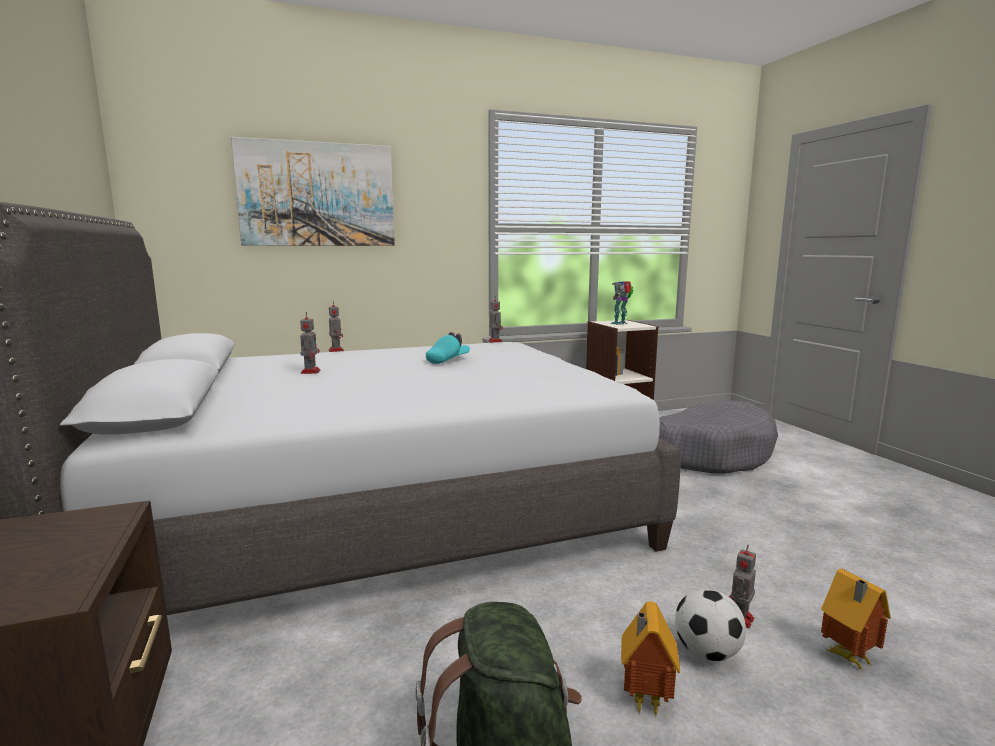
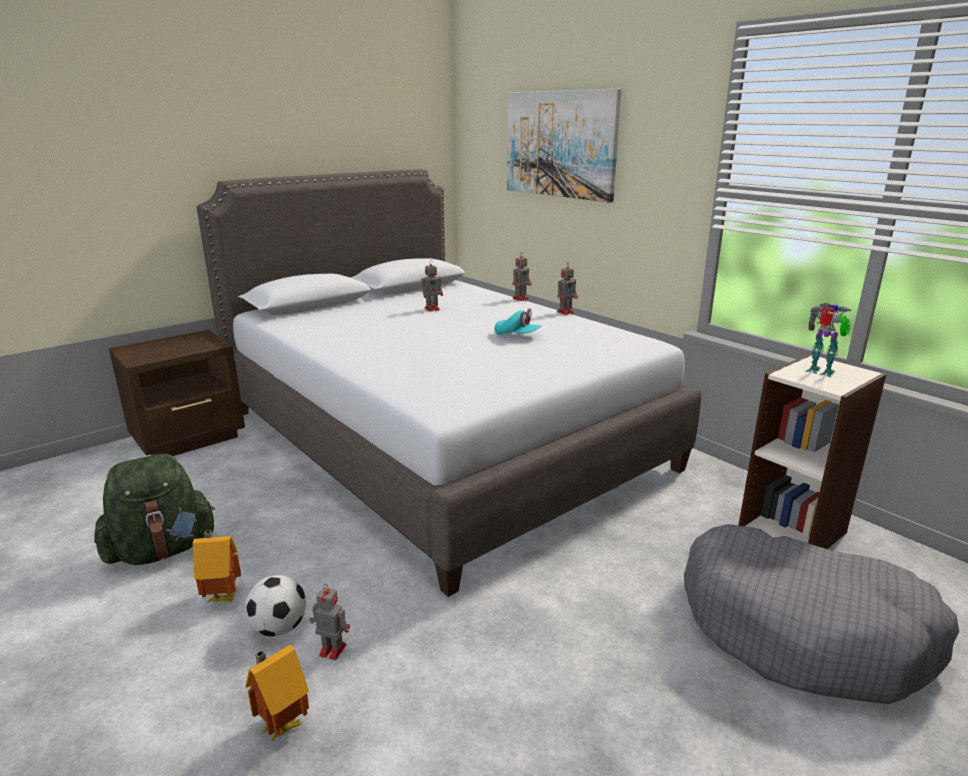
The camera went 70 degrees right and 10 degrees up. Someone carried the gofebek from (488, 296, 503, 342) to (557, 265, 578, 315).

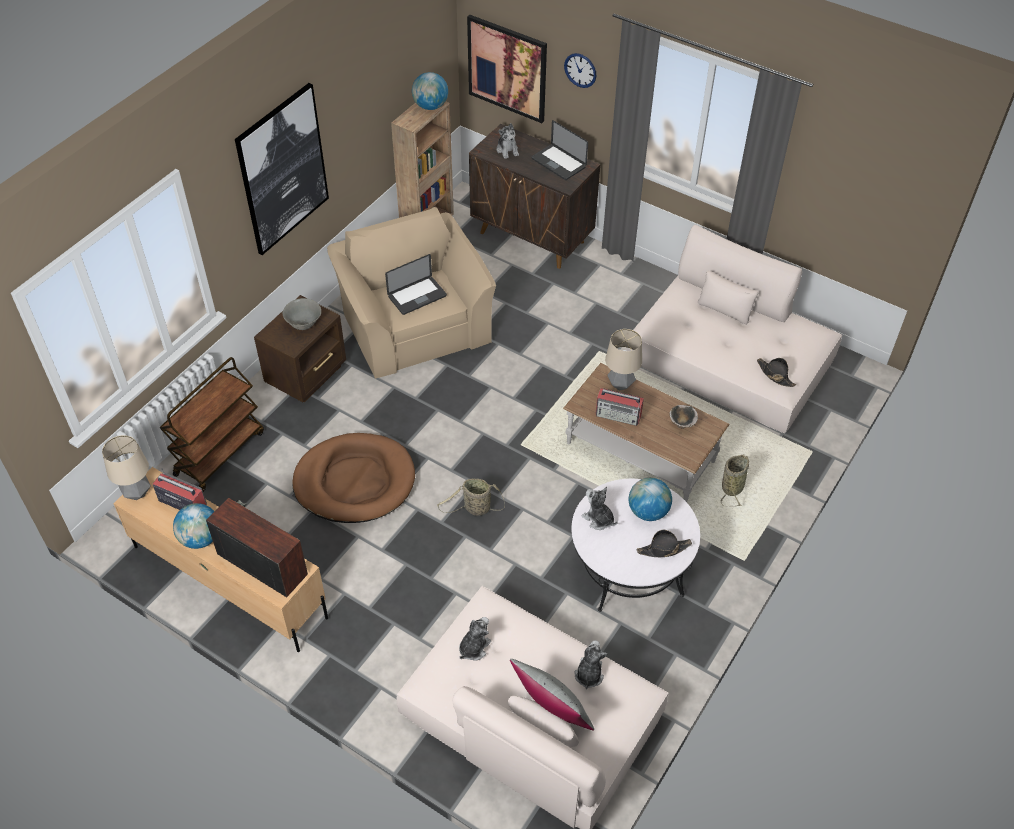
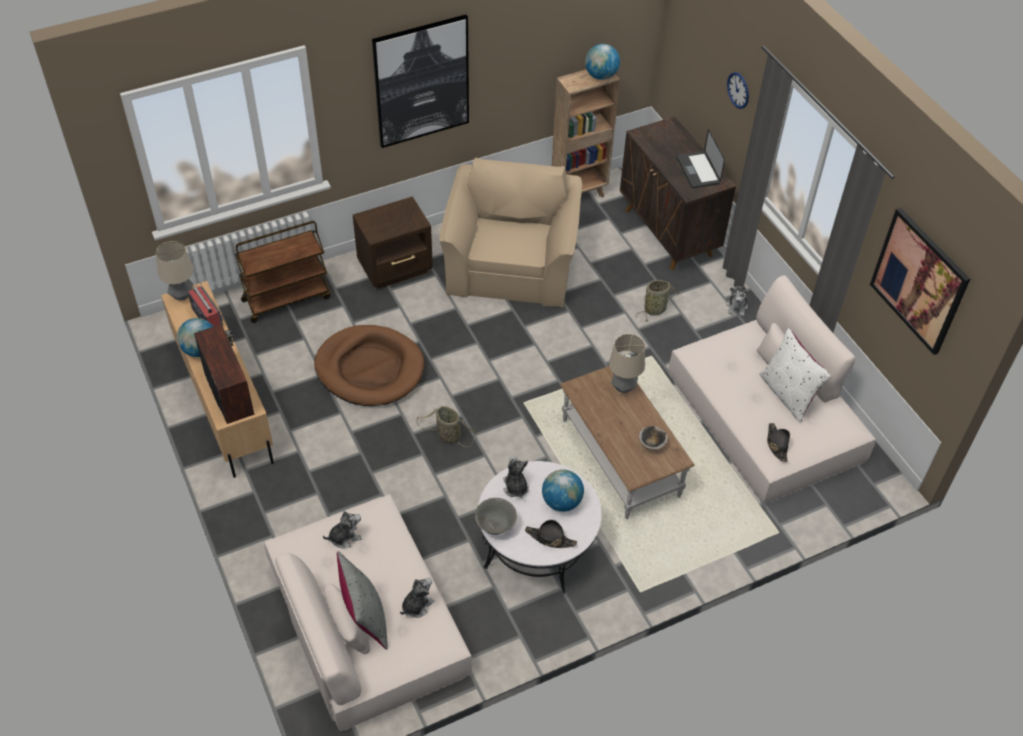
The camera went 30 degrees right and 0 degrees up. Someone carried the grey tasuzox from (283, 298, 321, 330) to (475, 498, 517, 535). Someone took away the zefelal at (385, 254, 447, 315). Someone carried the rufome from (467, 15, 547, 123) to (870, 208, 970, 355). Someone carried the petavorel from (497, 123, 519, 159) to (726, 286, 748, 316). Someone took away the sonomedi at (595, 388, 644, 426). Someone carried the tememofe from (721, 455, 749, 507) to (636, 280, 682, 322). Someone put down the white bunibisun at (759, 328, 832, 423).

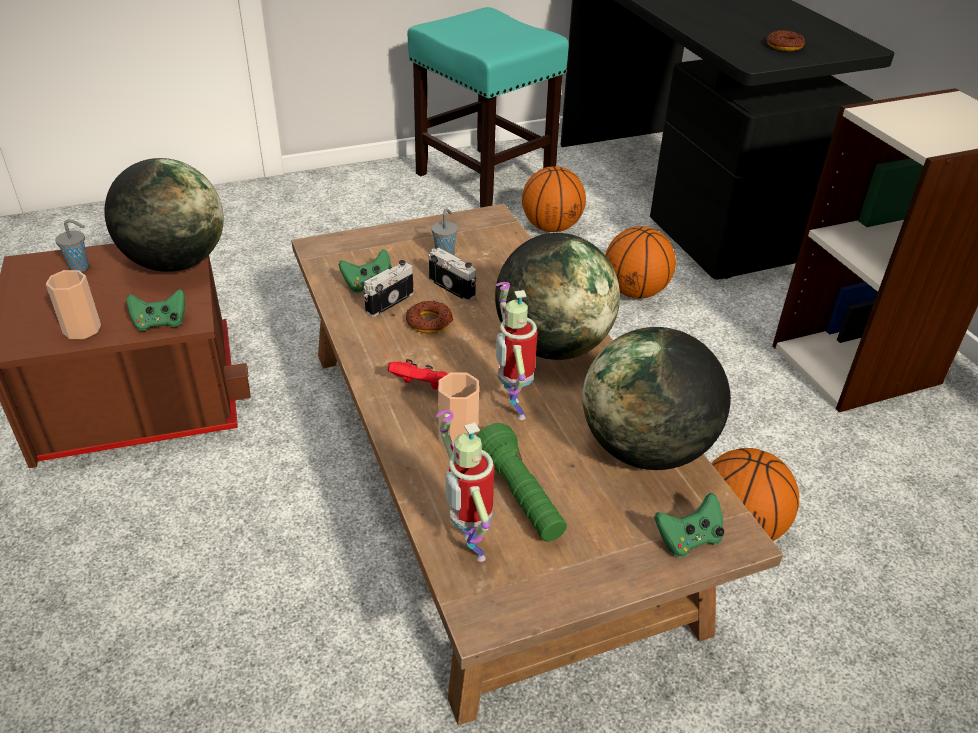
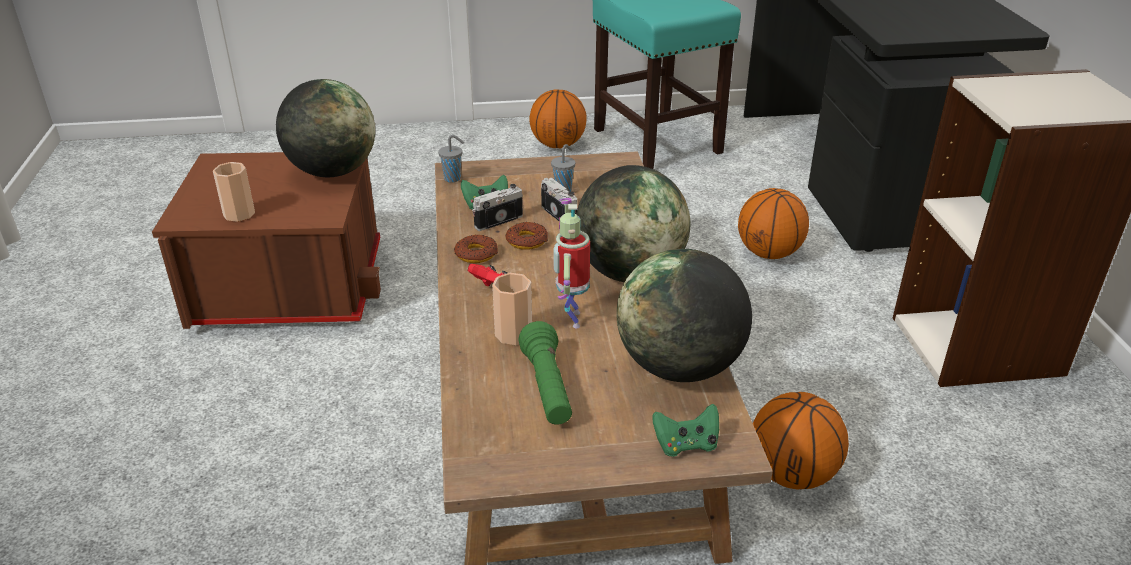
The camera went 15 degrees right and 5 degrees down. Someone carried the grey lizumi from (55, 219, 89, 272) to (438, 135, 464, 183). Someone took away the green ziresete at (127, 289, 185, 331). Someone took away the gofebek at (436, 410, 494, 562). Someone carried the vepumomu from (522, 166, 586, 232) to (529, 89, 587, 148). Someone carried the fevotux from (766, 30, 806, 51) to (454, 234, 498, 263).

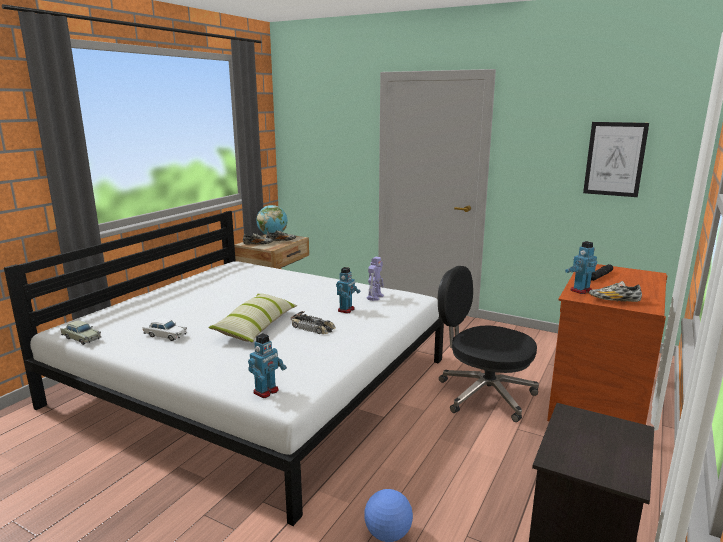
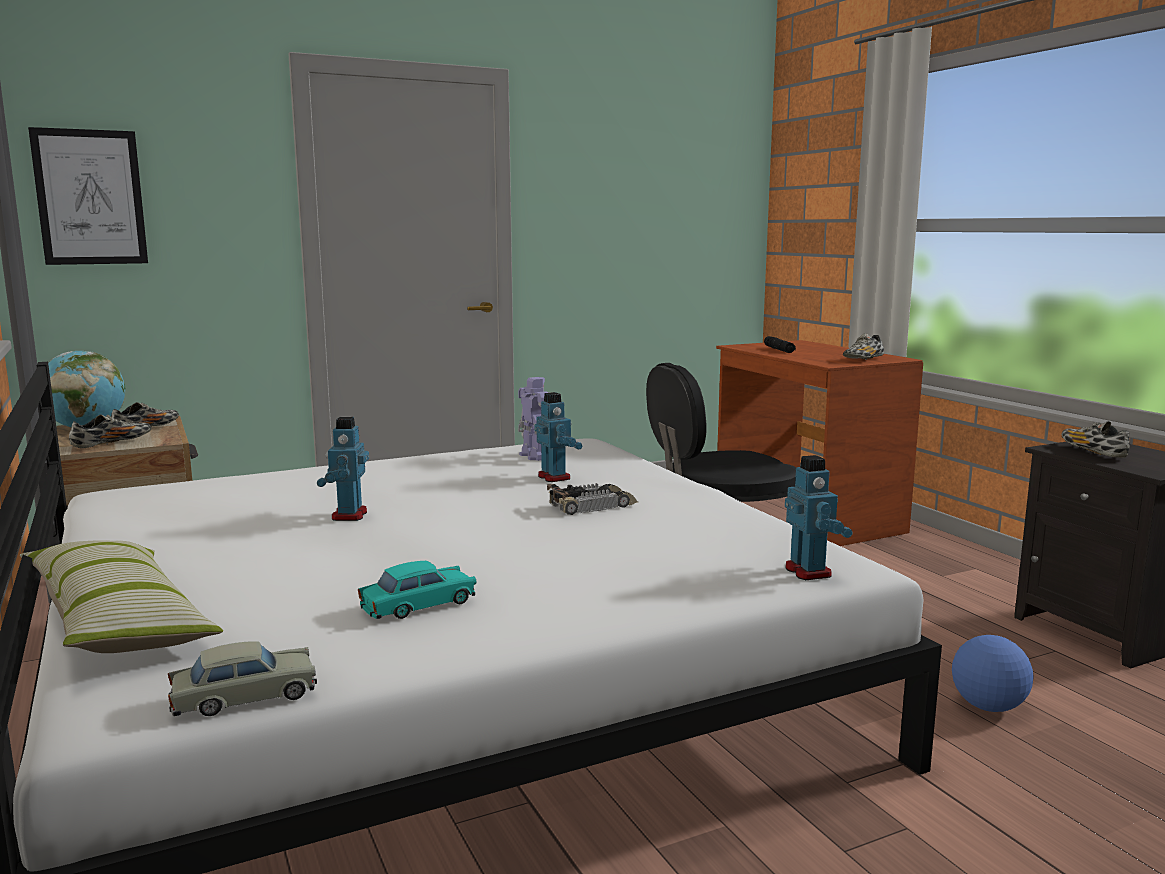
The camera went 55 degrees left and 5 degrees down. Someone repainted the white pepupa at (143, 318, 187, 341), which became the turquoise pepupa at (358, 561, 477, 619). Someone carried the bunibisun from (208, 293, 297, 342) to (20, 540, 223, 653). Someone carried the gofebek from (565, 241, 597, 294) to (317, 417, 369, 521). Someone carried the rufome from (583, 122, 649, 197) to (28, 127, 148, 265). Someone put down the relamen at (1061, 421, 1130, 458).

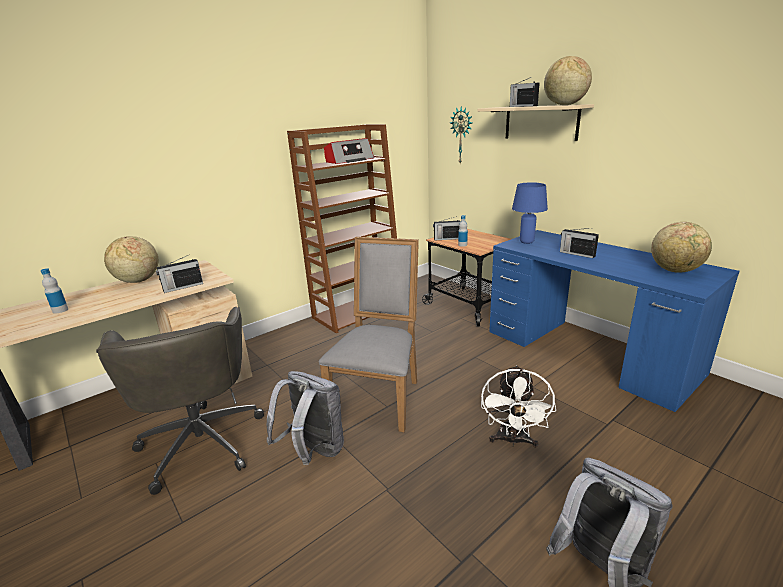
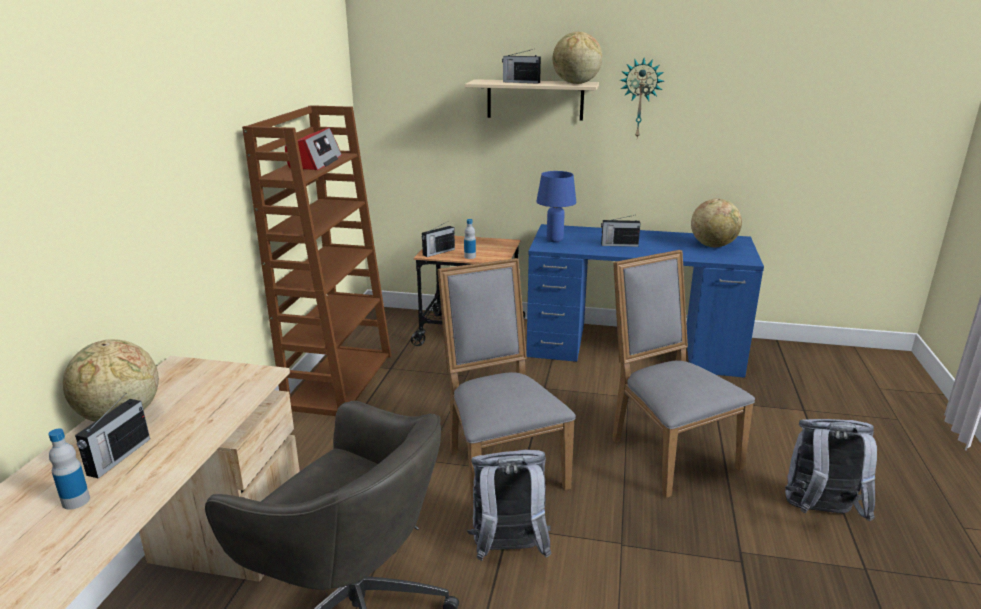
The camera went 40 degrees left and 0 degrees up. Someone carried the sonomedi from (156, 254, 203, 293) to (75, 398, 150, 478). Someone carried the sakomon from (450, 107, 472, 163) to (620, 58, 664, 138). Someone swapped the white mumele at (481, 365, 556, 448) for the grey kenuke at (612, 250, 755, 498).

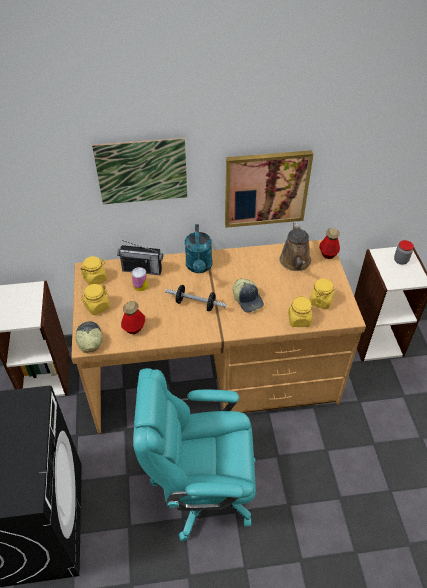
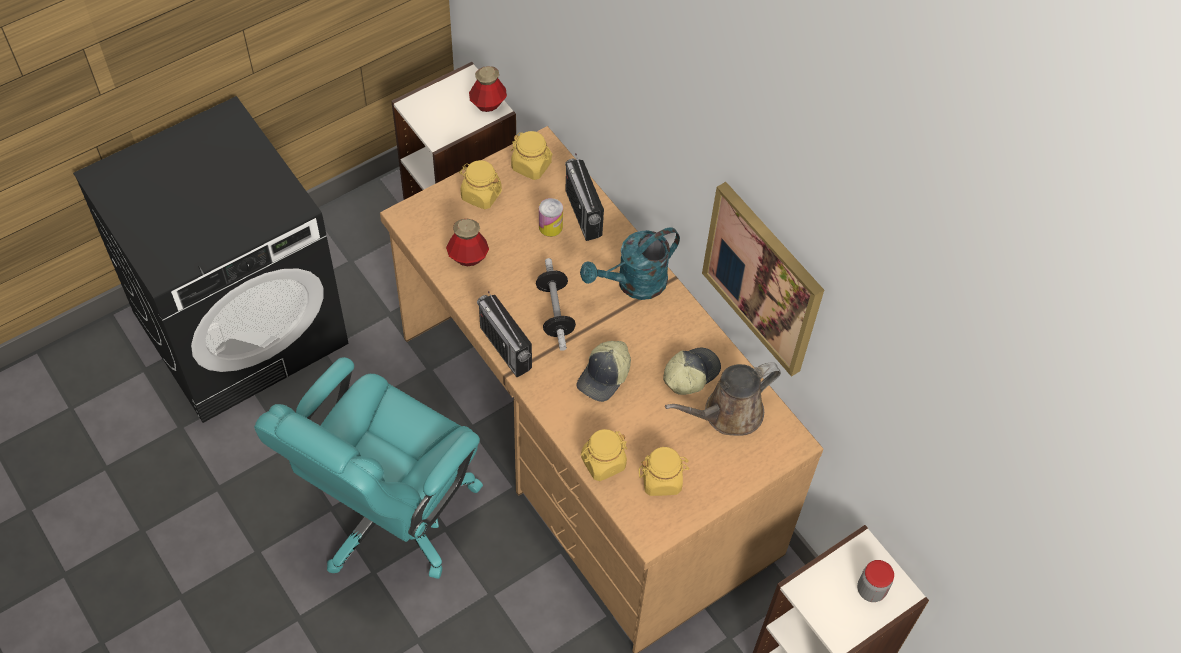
The camera went 60 degrees right and 10 degrees up. Someone carried the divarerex from (76, 321, 103, 353) to (663, 348, 721, 395). Someone took away the rufome at (92, 138, 187, 204). Someone rotated the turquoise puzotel at (133, 368, 256, 541) by 120 degrees counterclockwise. Someone carried the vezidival from (319, 228, 340, 259) to (469, 66, 507, 112). Someone put down the sonomedi at (477, 291, 532, 377).

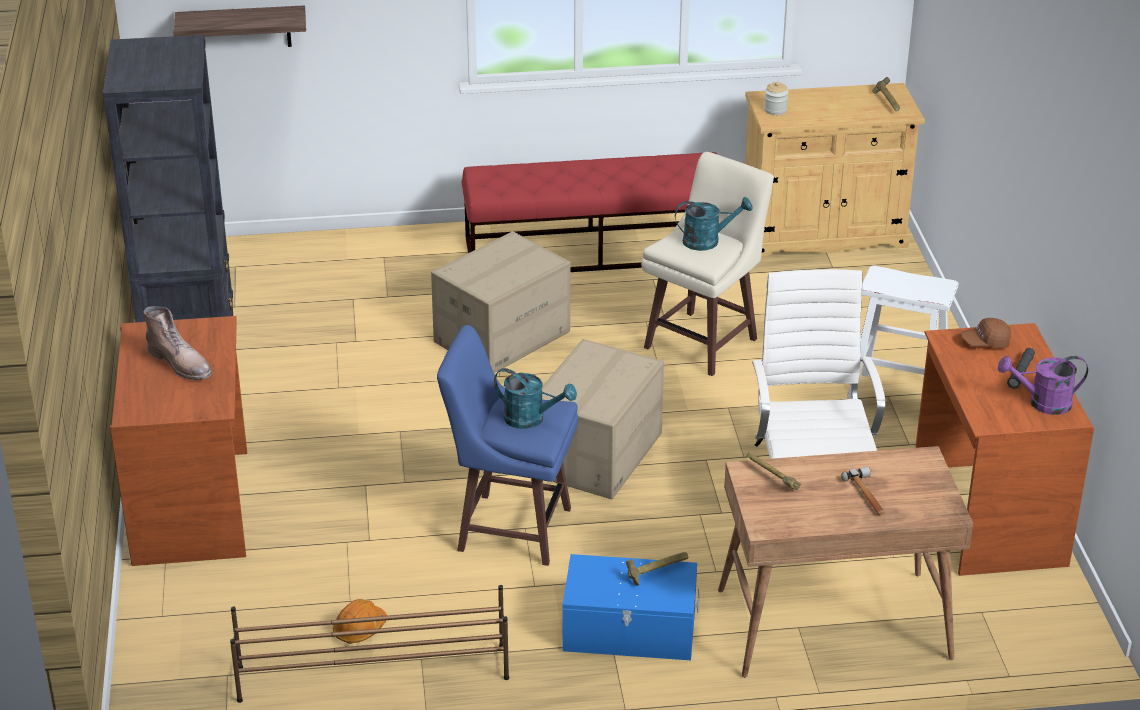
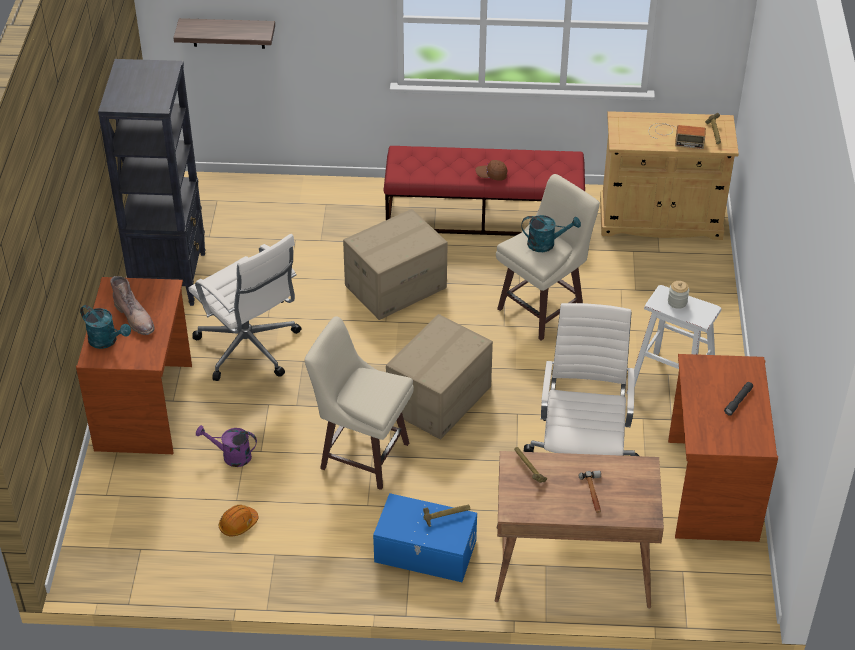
The camera went 10 degrees right and 10 degrees up. Someone took away the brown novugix at (230, 585, 509, 703). Someone repainted the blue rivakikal at (437, 325, 578, 566), which became the beige rivakikal at (304, 316, 414, 490). Someone carried the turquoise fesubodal from (494, 368, 577, 429) to (80, 305, 131, 349). Someone carried the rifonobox from (764, 81, 789, 115) to (668, 281, 689, 309). Someone carried the brown divarerex from (961, 318, 1011, 348) to (475, 160, 507, 181). Someone carried the purple fesubodal from (998, 356, 1088, 415) to (196, 425, 257, 467). Someone put down the white puzotel at (188, 234, 302, 381). Someone put down the sonomedi at (649, 123, 706, 149).

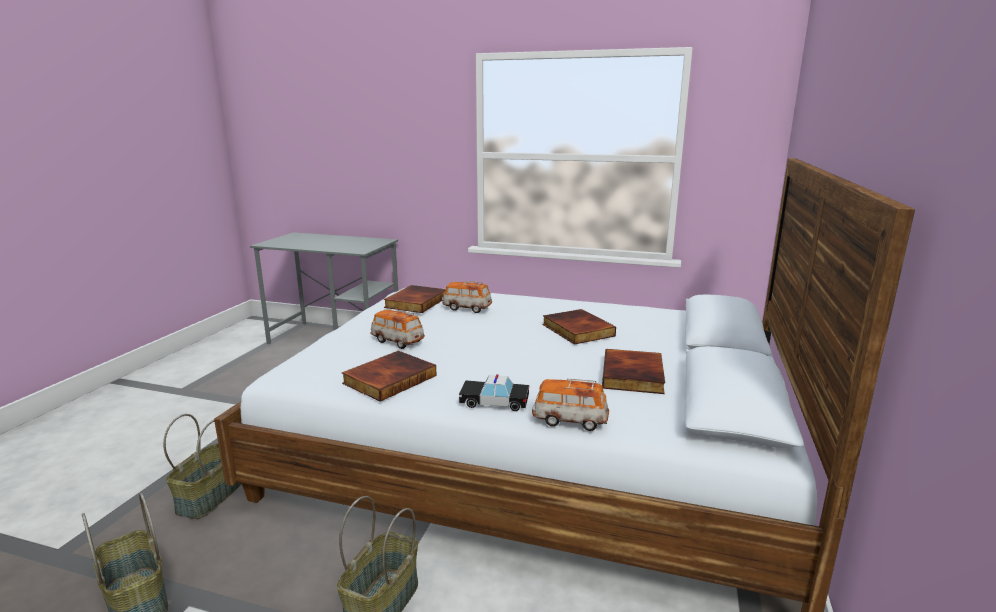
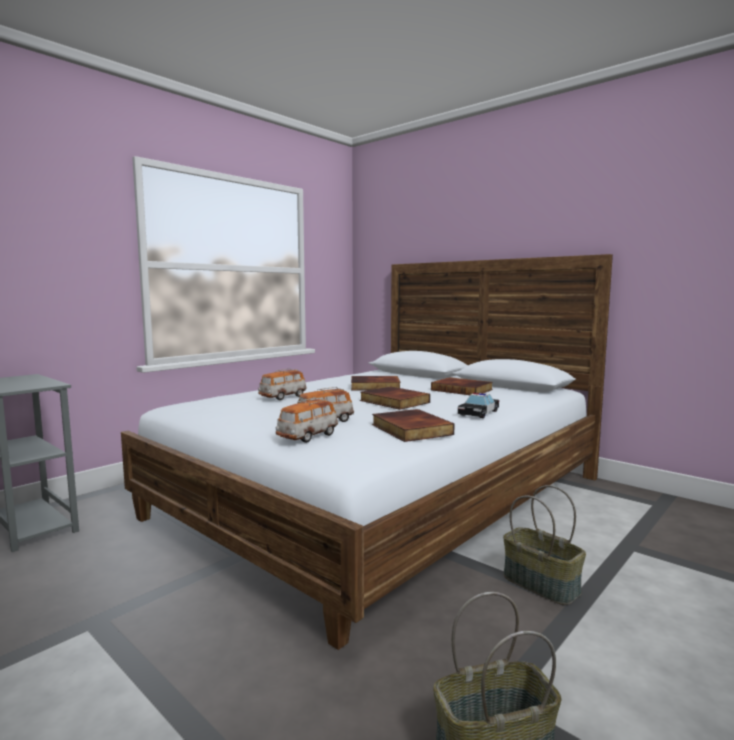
The camera went 65 degrees left and 10 degrees down. Someone took away the tememofe at (163, 414, 242, 519). Someone carried the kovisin from (384, 285, 446, 313) to (360, 386, 430, 410). Someone carried the pepupa from (532, 379, 609, 431) to (276, 397, 338, 443).

